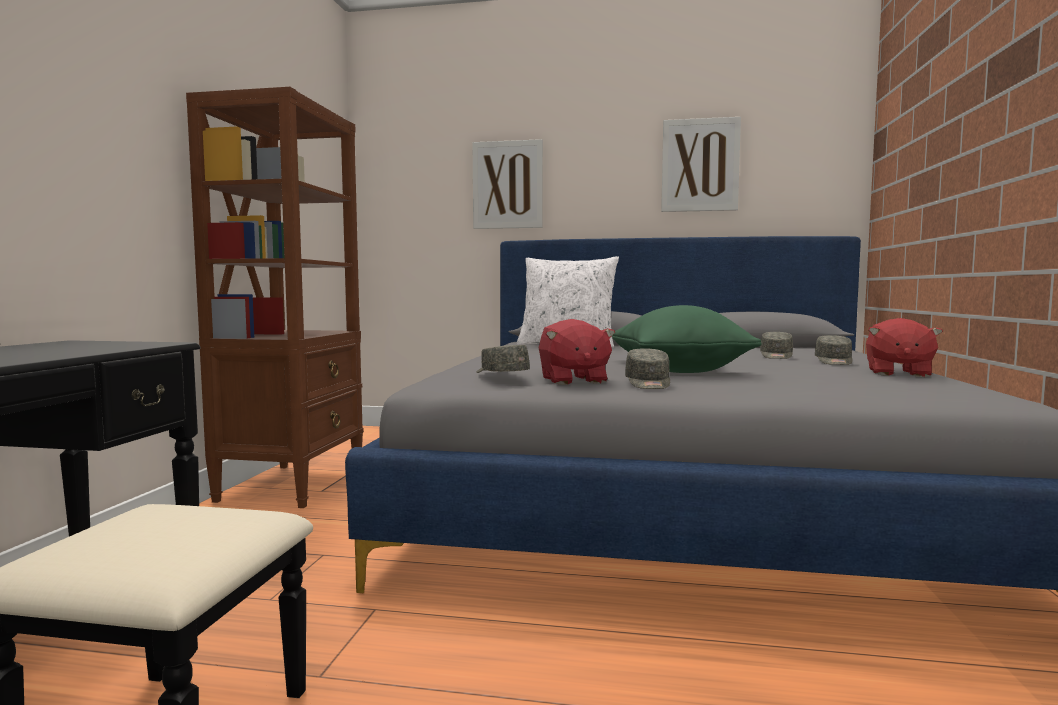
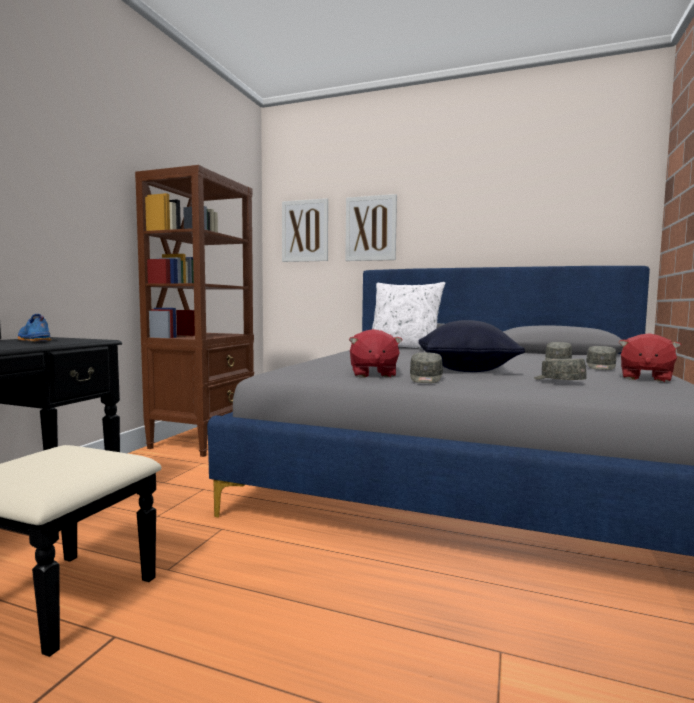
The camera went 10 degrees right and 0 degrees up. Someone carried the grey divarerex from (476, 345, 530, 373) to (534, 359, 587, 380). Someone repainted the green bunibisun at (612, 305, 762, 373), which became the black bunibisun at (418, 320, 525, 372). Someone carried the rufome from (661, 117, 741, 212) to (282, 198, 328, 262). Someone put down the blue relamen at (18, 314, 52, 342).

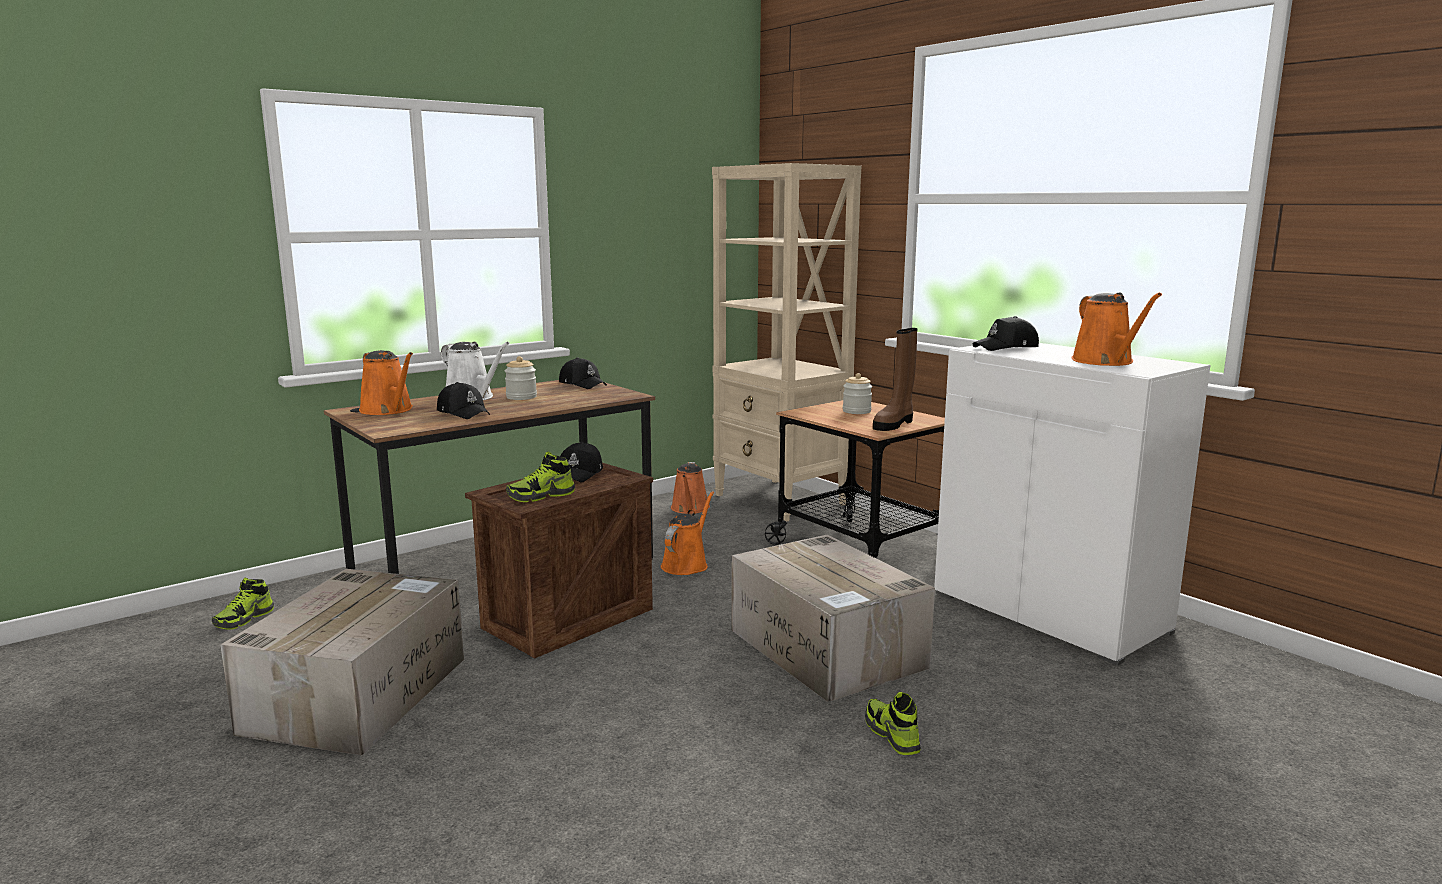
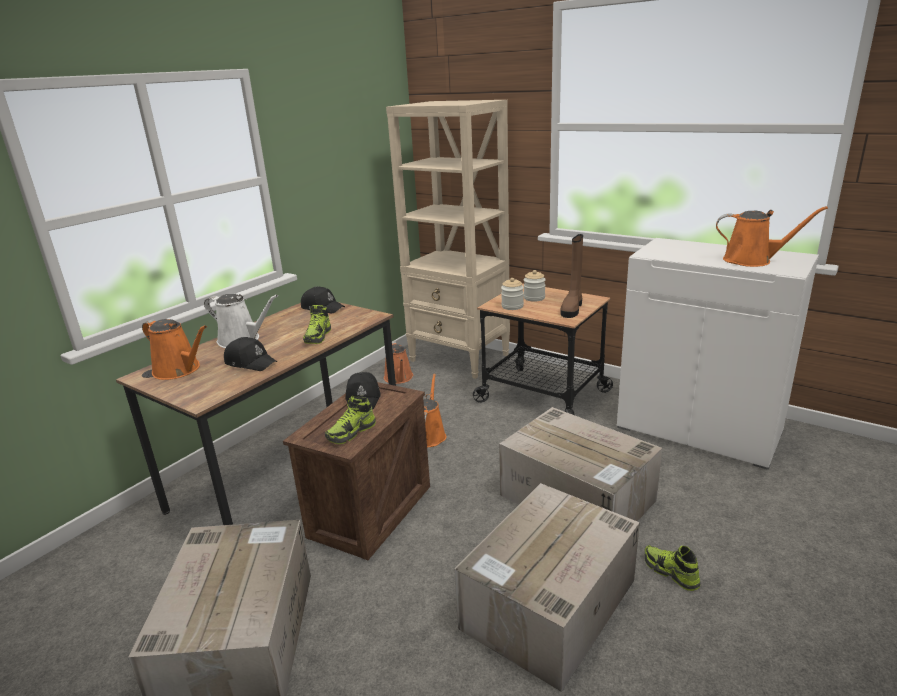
The camera went 15 degrees left and 10 degrees up. Someone carried the relamen from (212, 578, 274, 630) to (303, 305, 331, 344). Someone carried the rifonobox from (505, 356, 537, 400) to (501, 278, 524, 310). Someone took away the black divarerex at (973, 316, 1039, 351). Someone rotated the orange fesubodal at (1072, 293, 1162, 366) by 45 degrees counterclockwise. Someone put down the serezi at (454, 483, 640, 692).

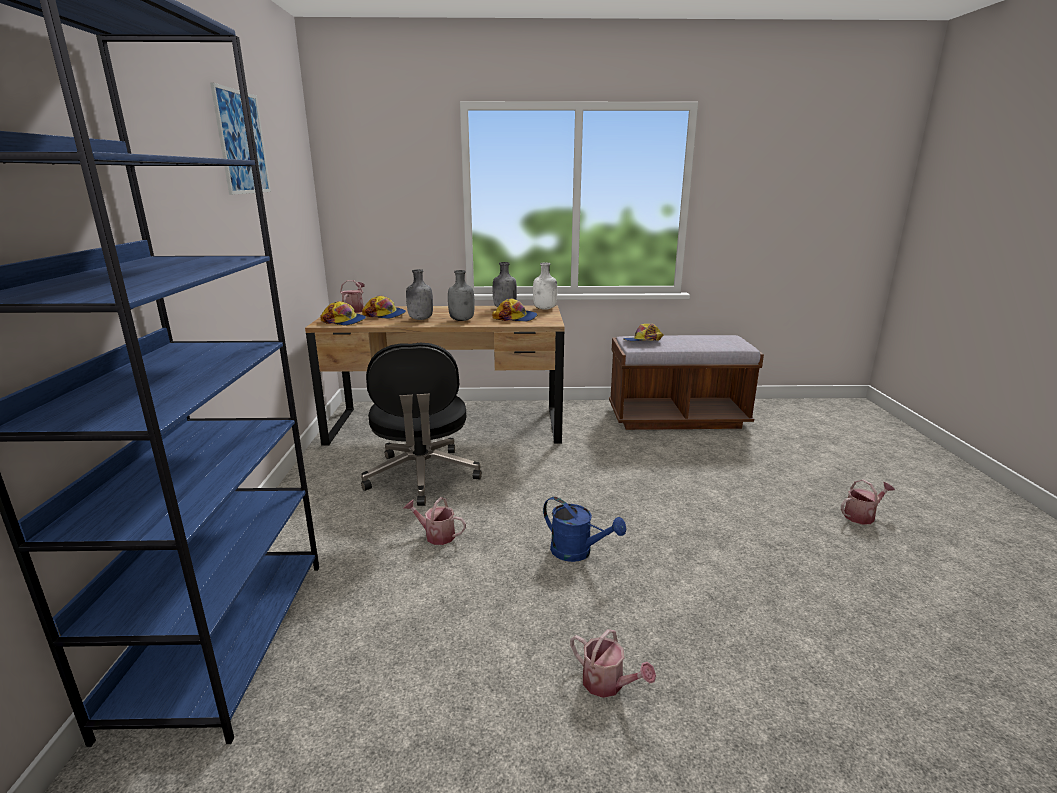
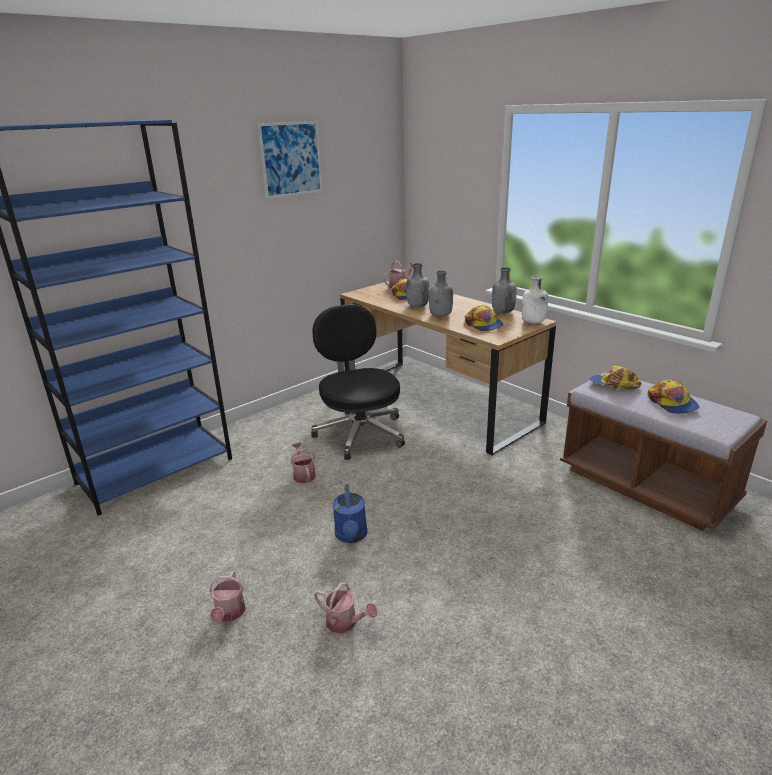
The camera went 50 degrees right and 5 degrees up. Someone carried the divarerex from (320, 301, 366, 326) to (647, 379, 699, 414). Someone rotated the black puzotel at (361, 343, 482, 506) by 120 degrees clockwise. Someone carried the fesubodal from (841, 479, 895, 524) to (314, 583, 378, 633).

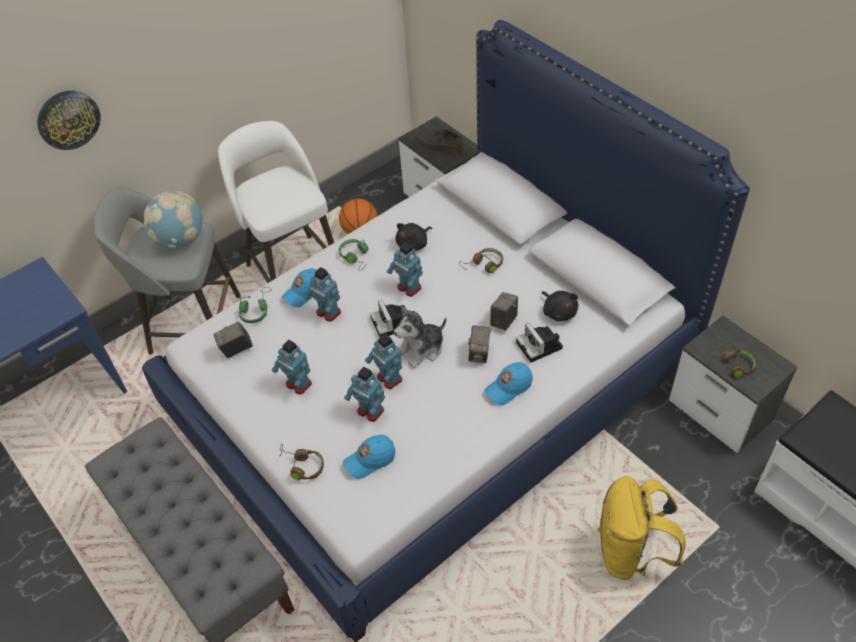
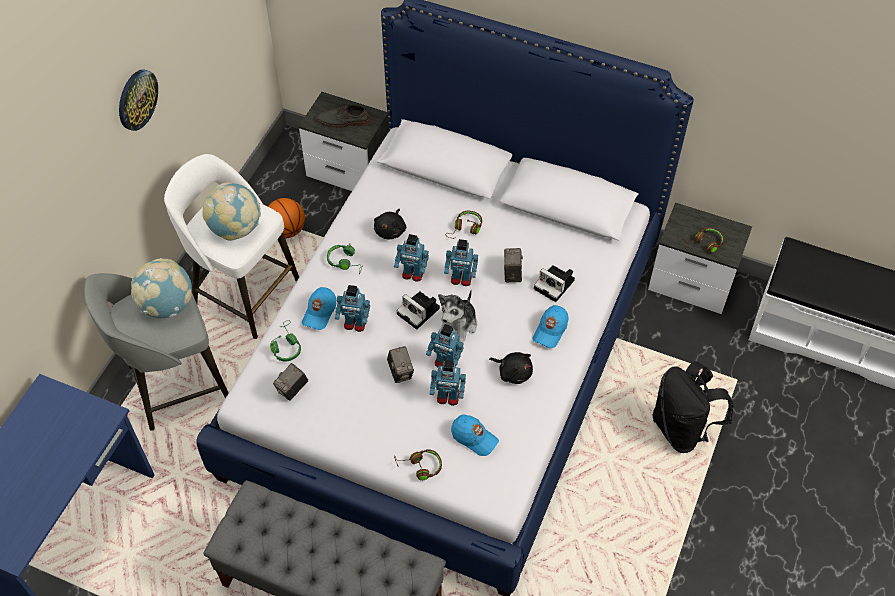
The camera went 30 degrees left and 5 degrees up. Someone carried the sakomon from (37, 91, 101, 150) to (119, 69, 158, 131). Someone carried the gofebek from (272, 339, 312, 394) to (444, 239, 478, 286). Someone rotated the blue divarerex at (343, 435, 396, 479) by 90 degrees counterclockwise. Someone carried the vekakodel from (468, 325, 491, 363) to (387, 346, 414, 383). Someone carried the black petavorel from (542, 291, 579, 322) to (489, 352, 533, 384). Someone repainted the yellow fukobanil at (598, 476, 686, 580), which became the black fukobanil at (652, 361, 733, 453). Someone put down the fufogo at (202, 182, 261, 241).

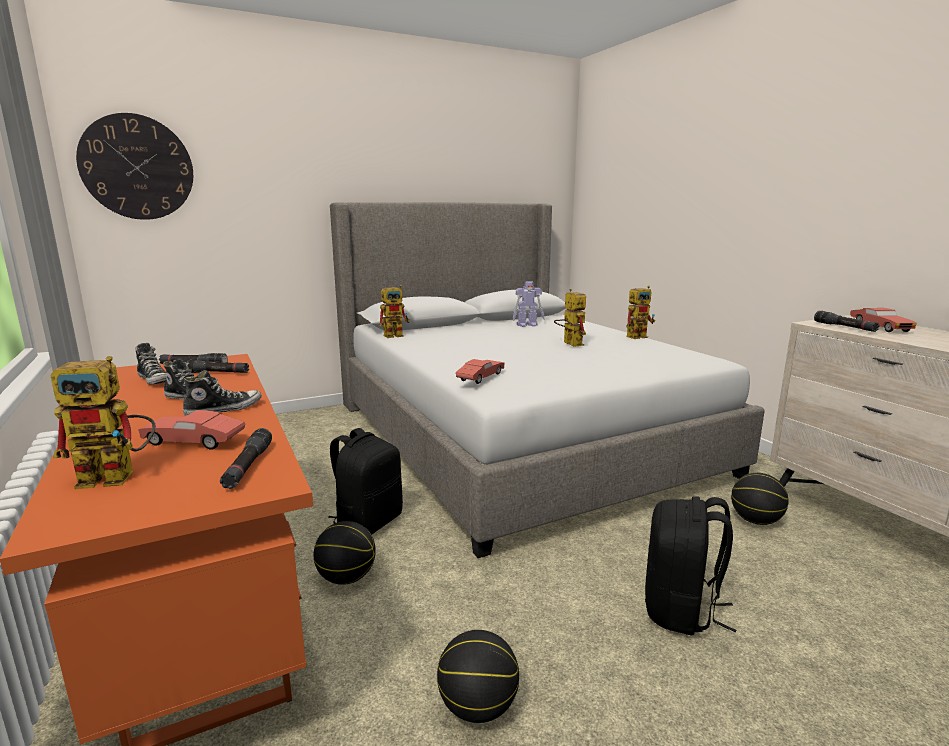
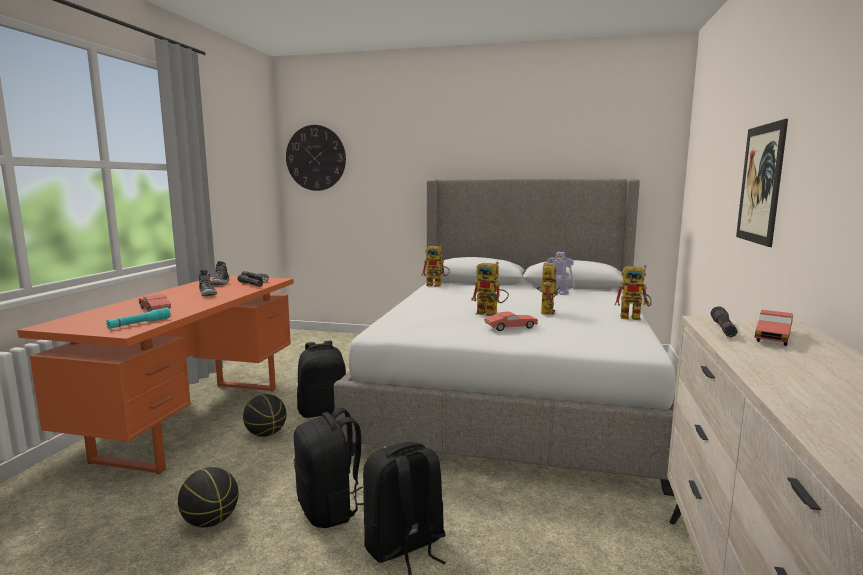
The camera went 40 degrees right and 5 degrees down. Someone carried the gofebek from (50, 356, 156, 489) to (471, 262, 509, 316). Someone took away the relamen at (183, 370, 262, 416). Someone repainted the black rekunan at (220, 428, 272, 489), which became the turquoise rekunan at (106, 308, 171, 329). Someone carried the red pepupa from (456, 359, 505, 384) to (484, 311, 538, 331). Someone took away the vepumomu at (731, 473, 788, 525). Someone put down the black fukobanil at (294, 408, 364, 528). Someone put up the rufome at (736, 119, 788, 247).

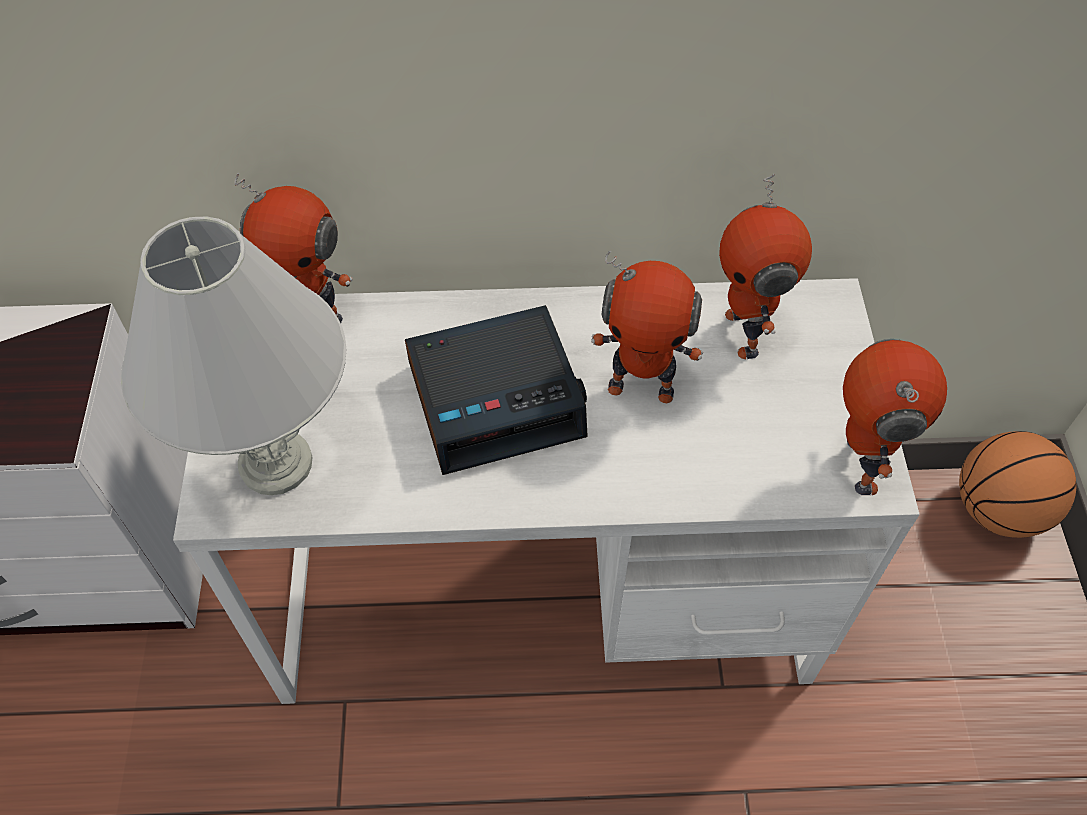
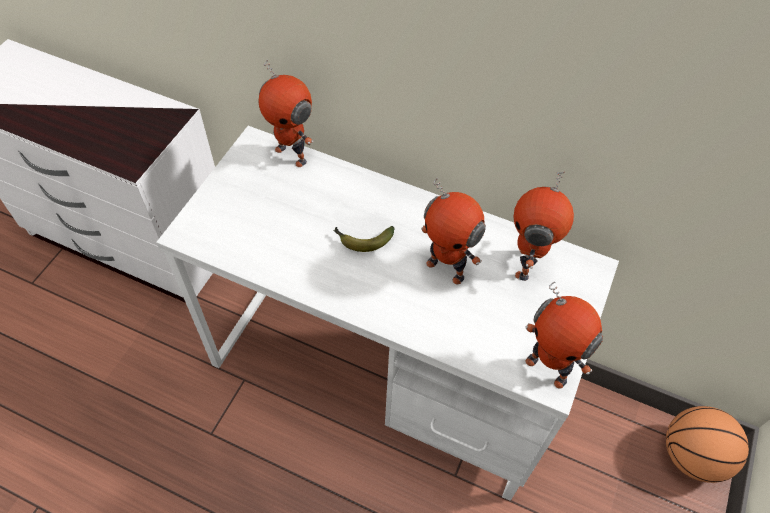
The camera went 25 degrees right and 0 degrees up. Someone took away the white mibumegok at (121, 217, 346, 495). Someone swapped the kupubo at (405, 305, 588, 475) for the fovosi at (333, 226, 394, 252). Someone rotated the gofebek at (843, 339, 947, 495) by 105 degrees clockwise.

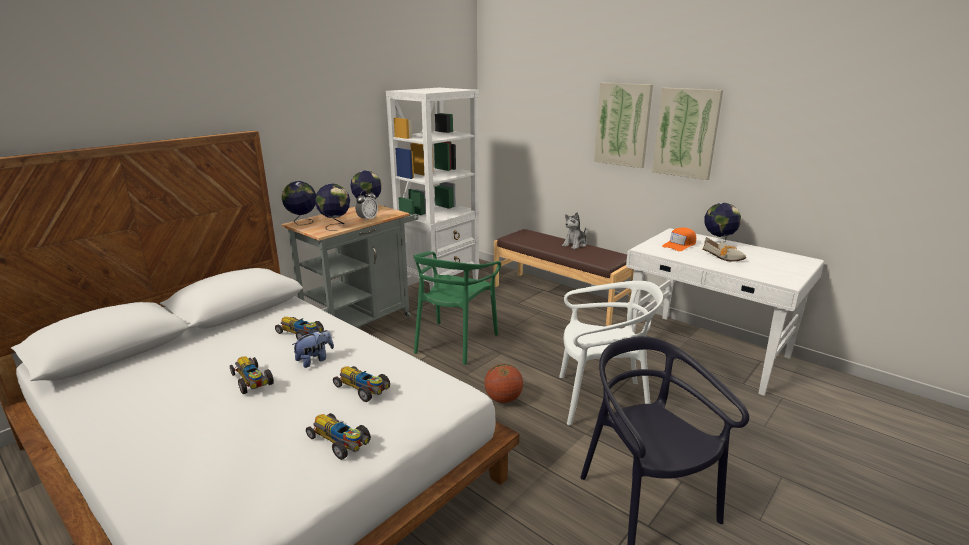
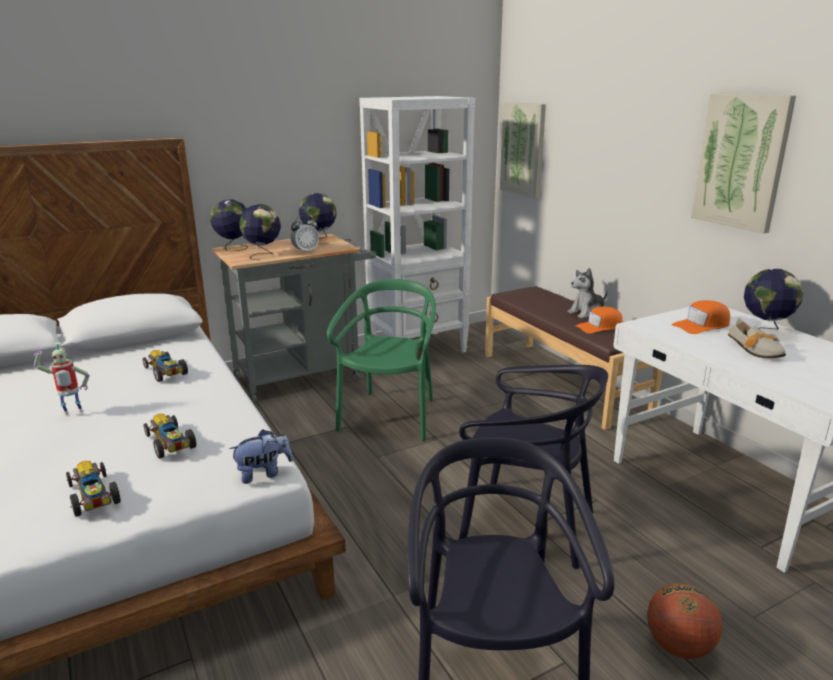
The camera went 20 degrees right and 0 degrees up. Someone swapped the pepupa at (230, 356, 274, 394) for the gofebek at (34, 342, 90, 414). Someone carried the petavorel from (292, 329, 334, 368) to (229, 429, 293, 484). Someone rotated the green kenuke at (414, 251, 501, 365) by 150 degrees clockwise. Someone carried the vepumomu from (484, 363, 523, 403) to (647, 583, 722, 659). Someone repainted the white kenuke at (559, 281, 663, 425), which became the black kenuke at (459, 365, 608, 569). Someone carried the rufome from (594, 83, 653, 168) to (500, 102, 546, 198). Someone put down the orange divarerex at (576, 307, 623, 333).

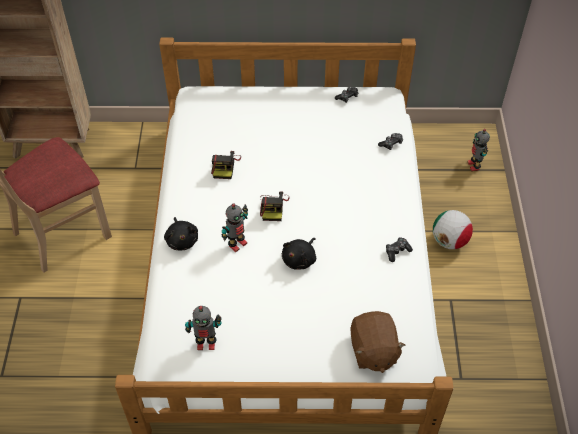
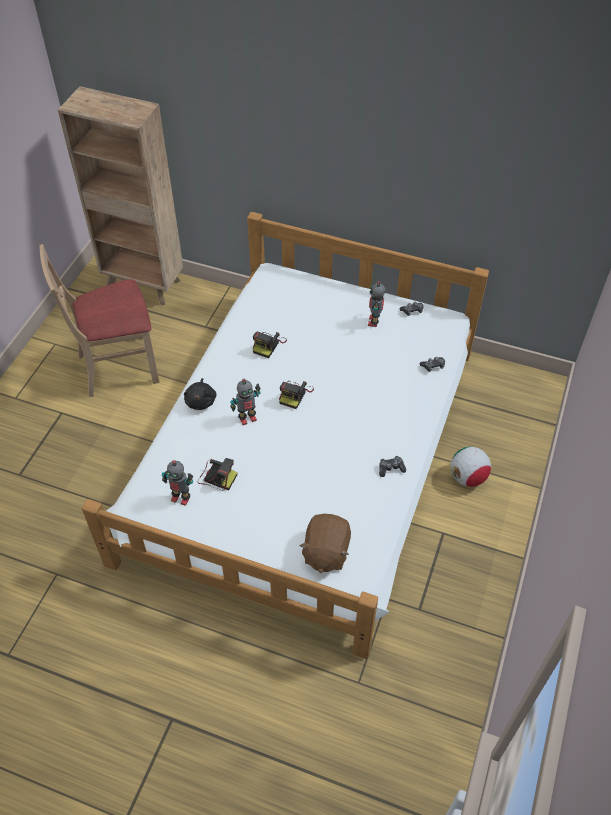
The camera went 20 degrees right and 0 degrees up. Someone took away the black petavorel at (282, 238, 316, 270). Someone carried the gofebek from (467, 129, 490, 171) to (368, 281, 385, 327). Someone put down the vekakodel at (197, 458, 237, 490).

